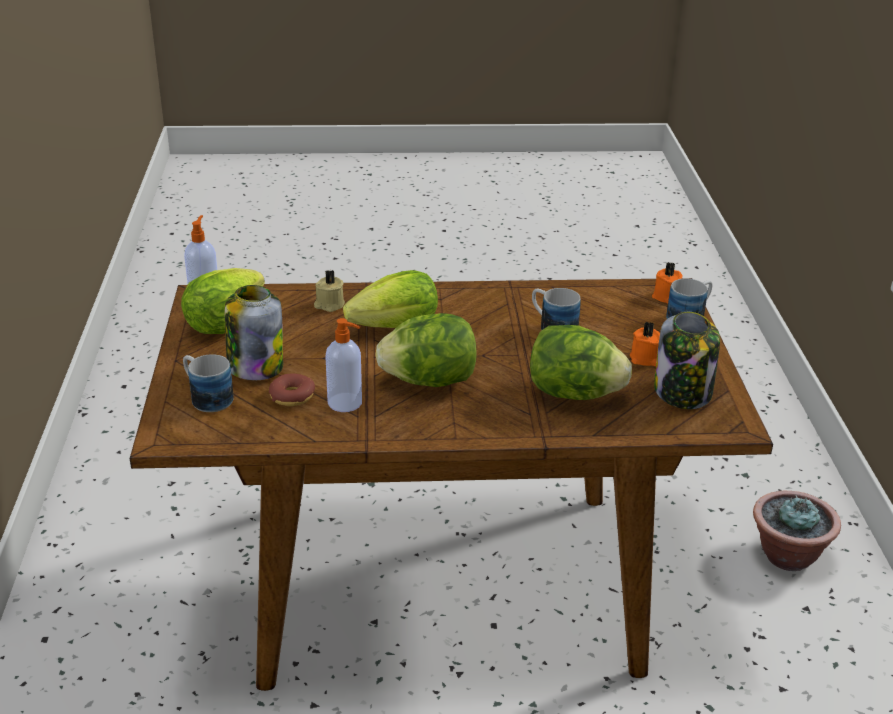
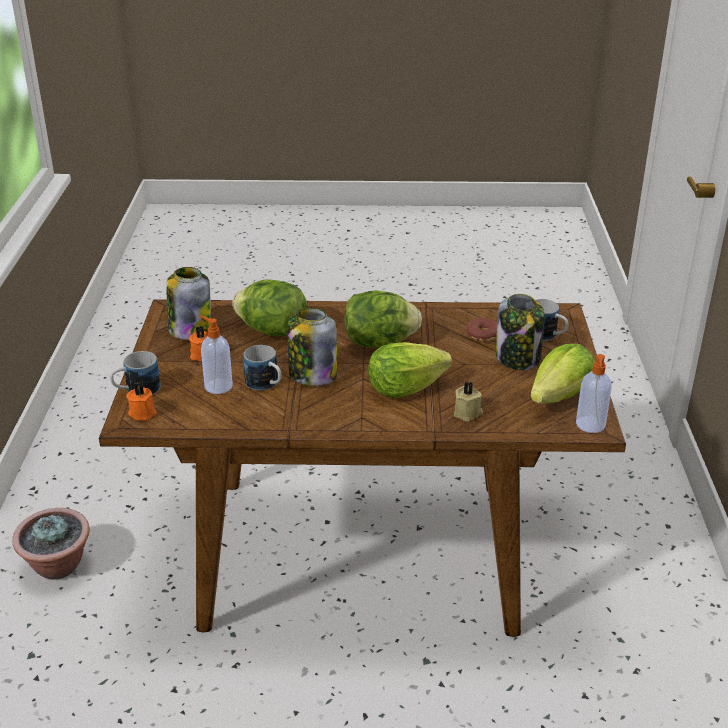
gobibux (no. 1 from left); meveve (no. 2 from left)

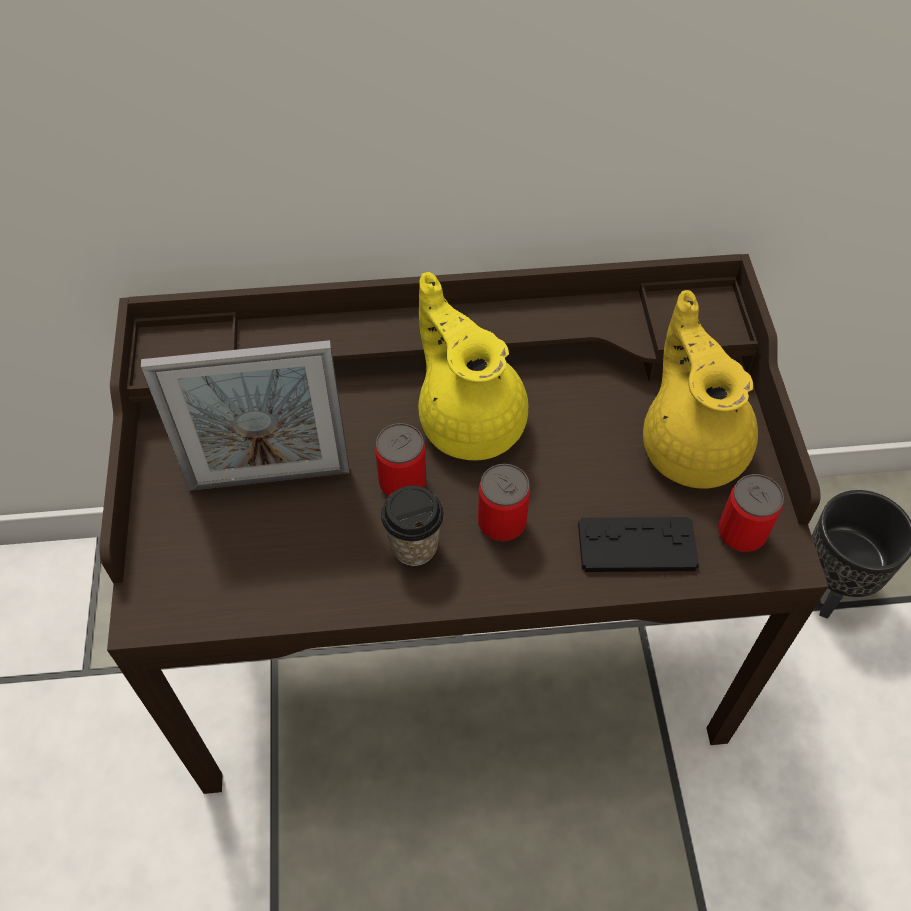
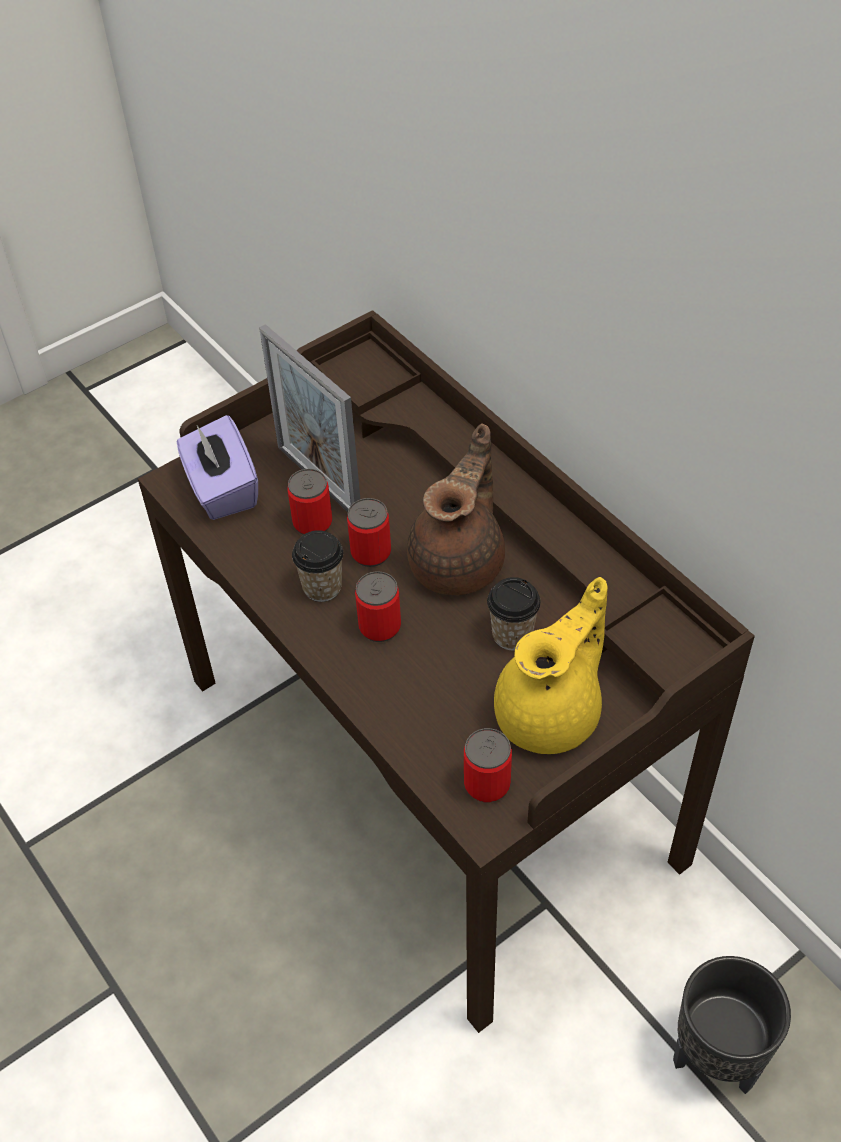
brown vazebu; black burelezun; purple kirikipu; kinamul (no. 1 from left); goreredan (no. 2 from left)

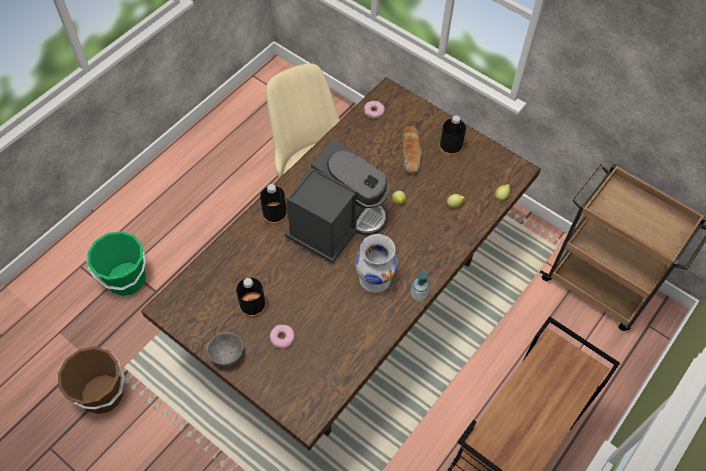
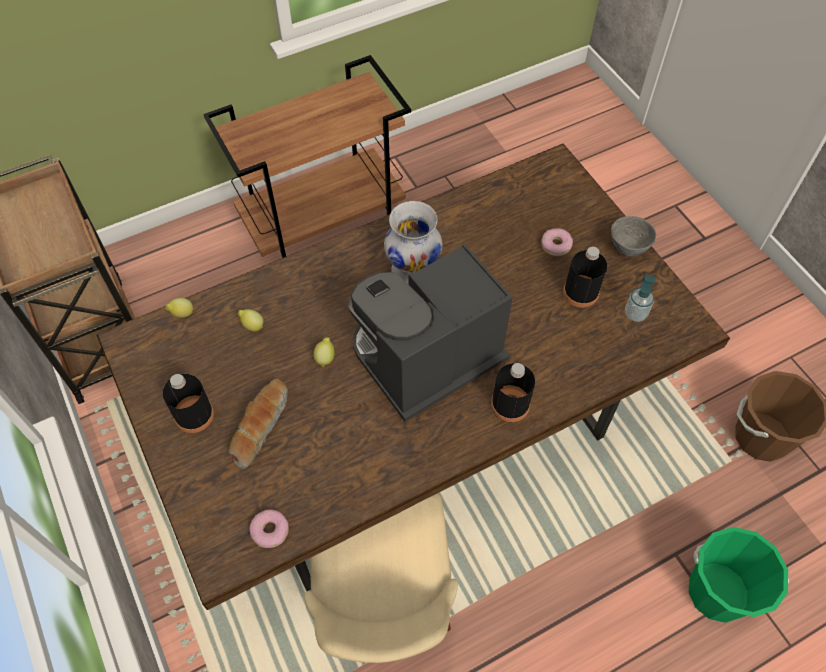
gobibux

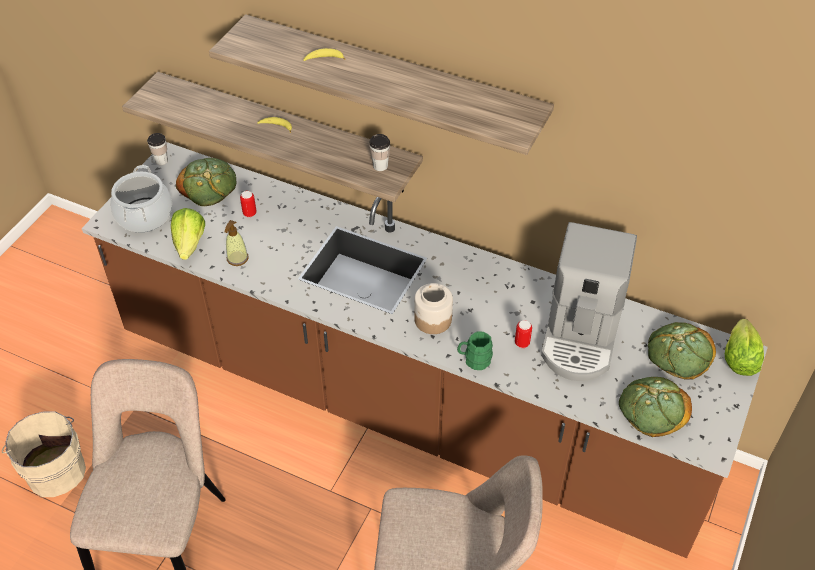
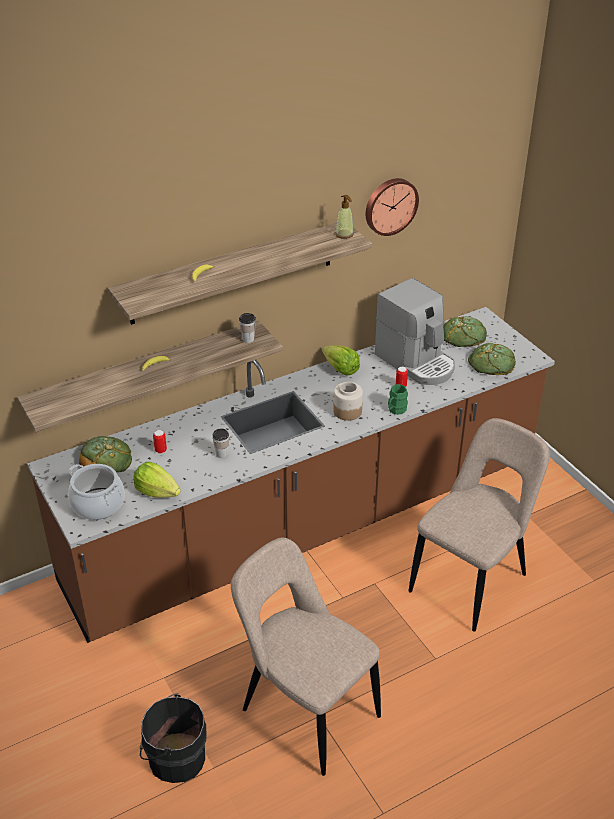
goreredan (no. 1 from left); gobibux; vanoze (no. 2 from left); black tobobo; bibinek

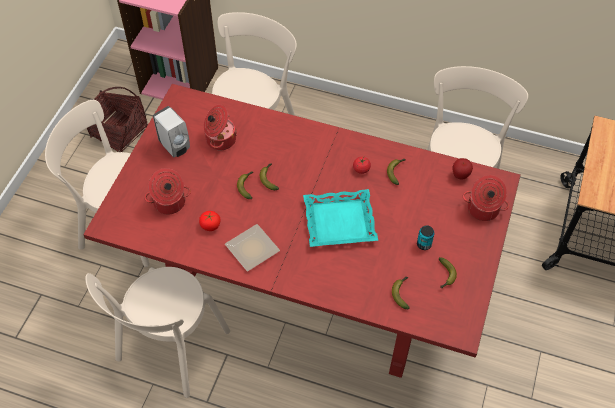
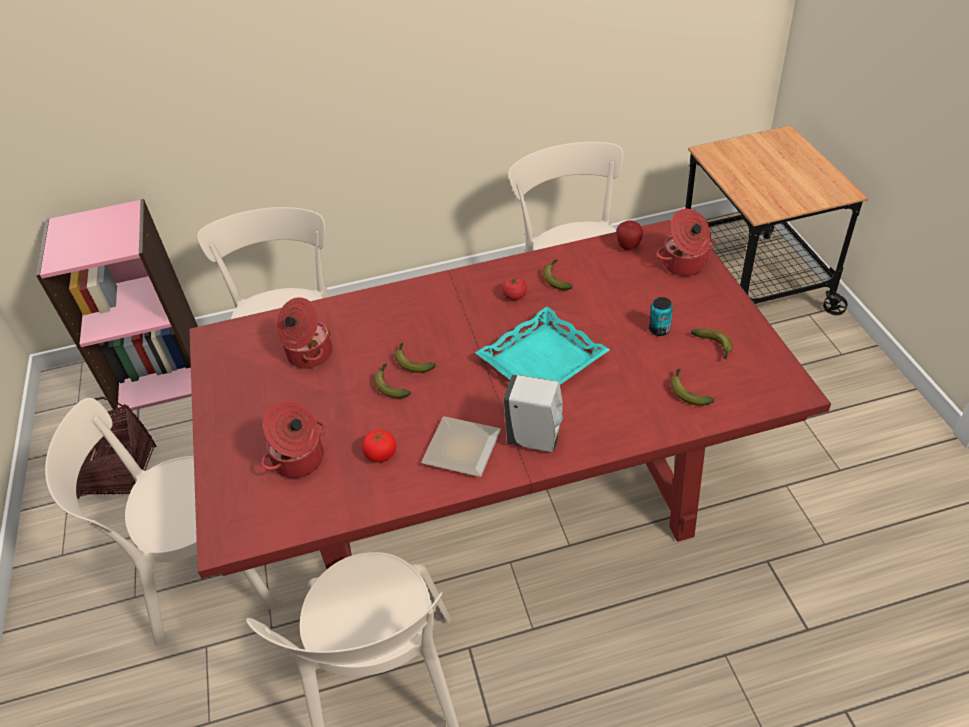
white gobibux

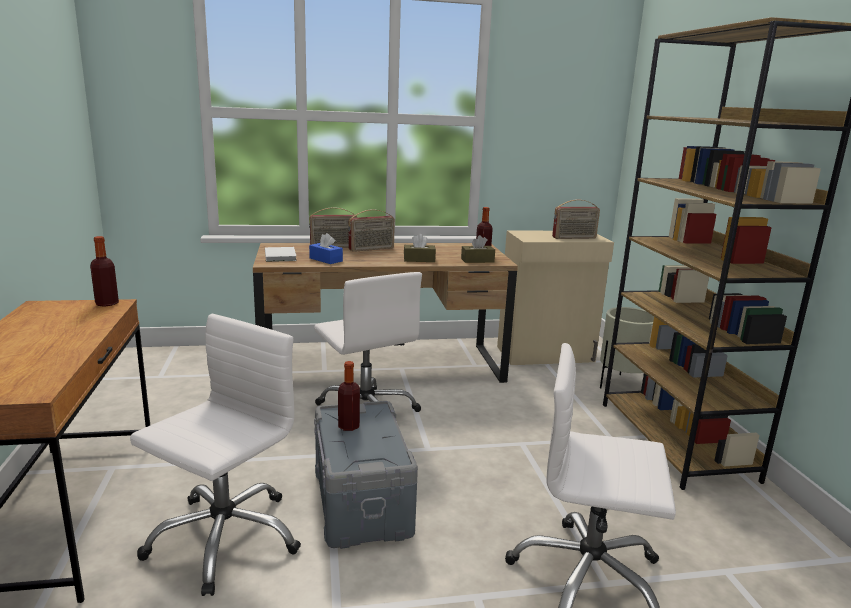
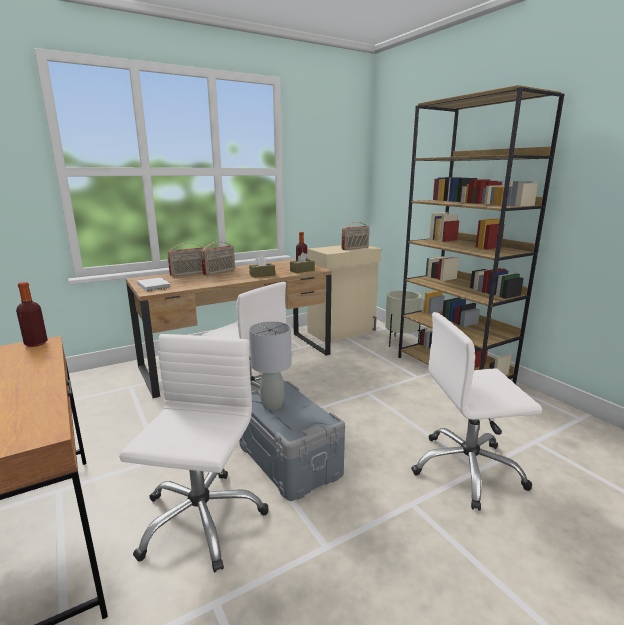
blue kirikipu; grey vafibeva

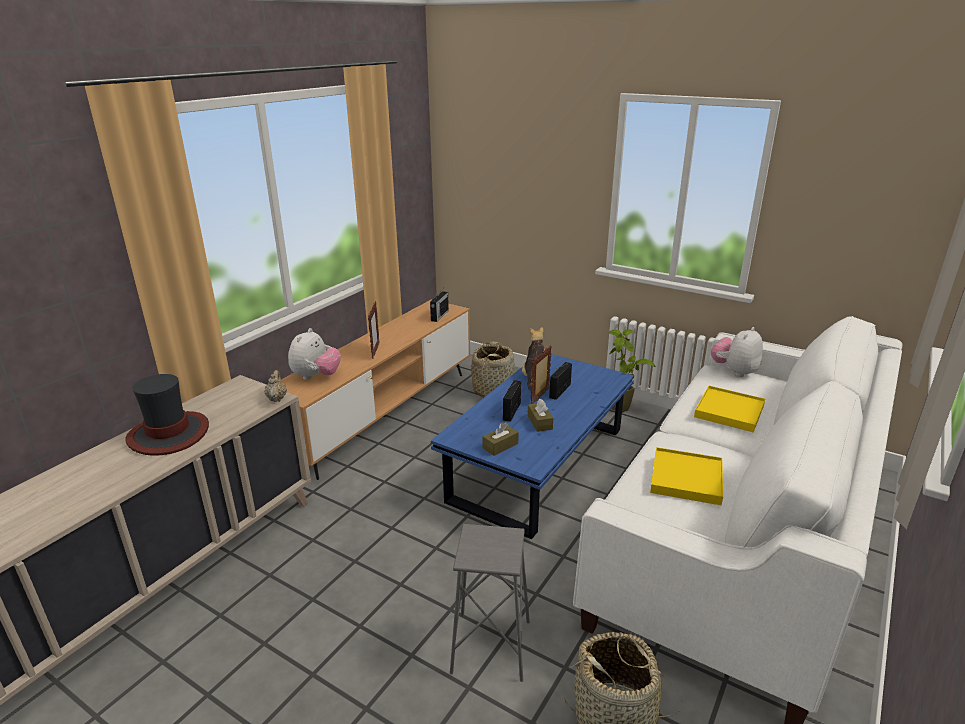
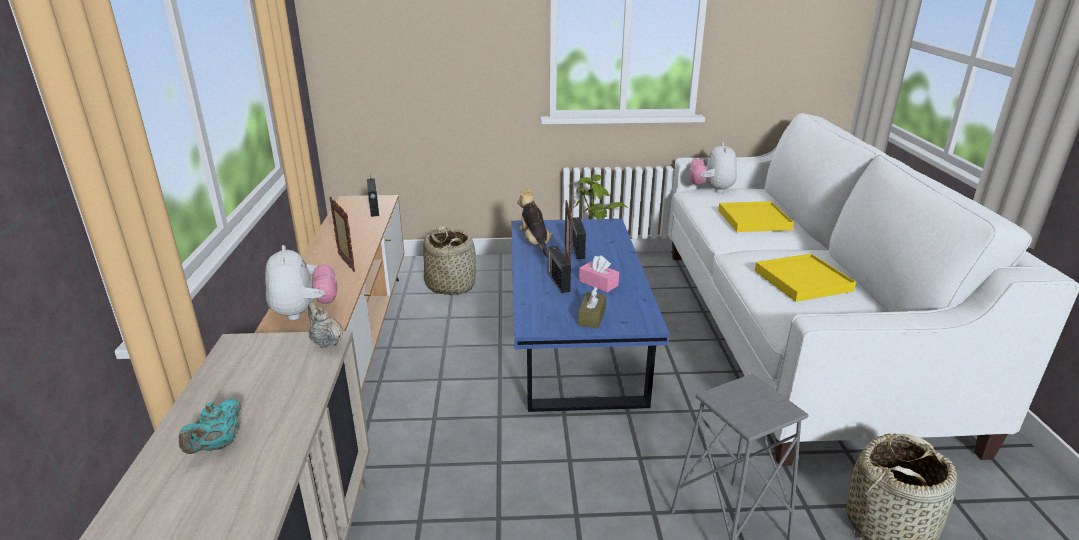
turquoise vazebu; pink kirikipu

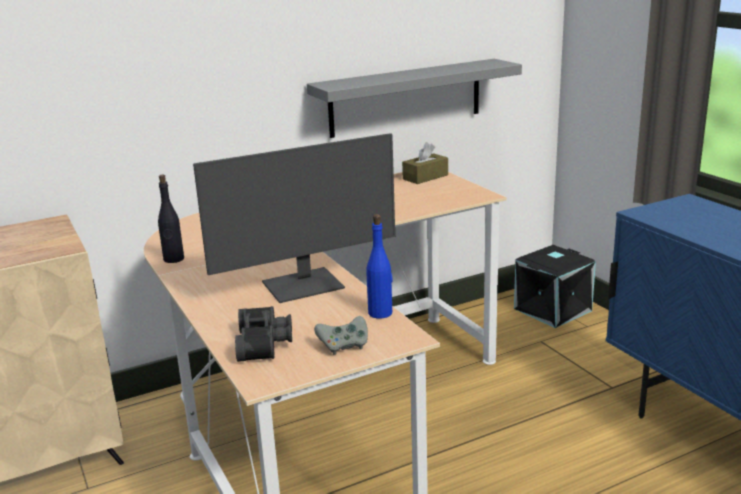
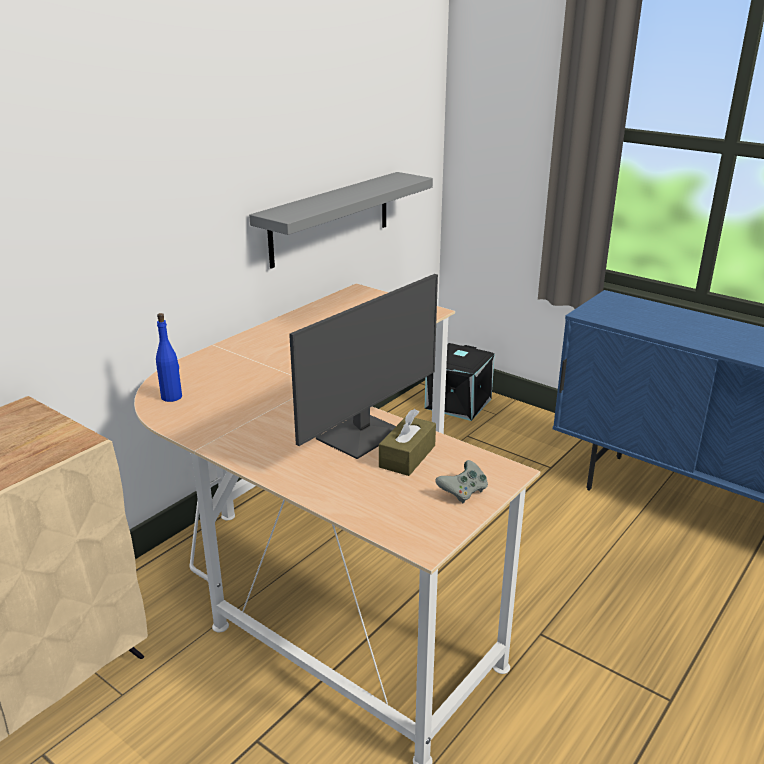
brown kirikipu; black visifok; blue visifok; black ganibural

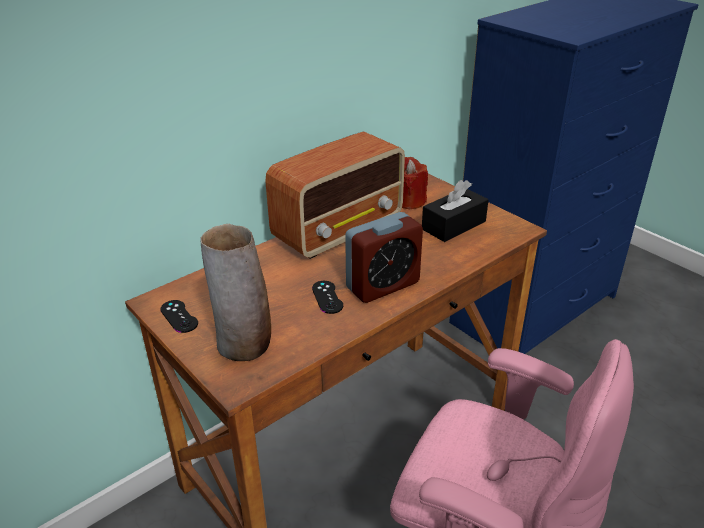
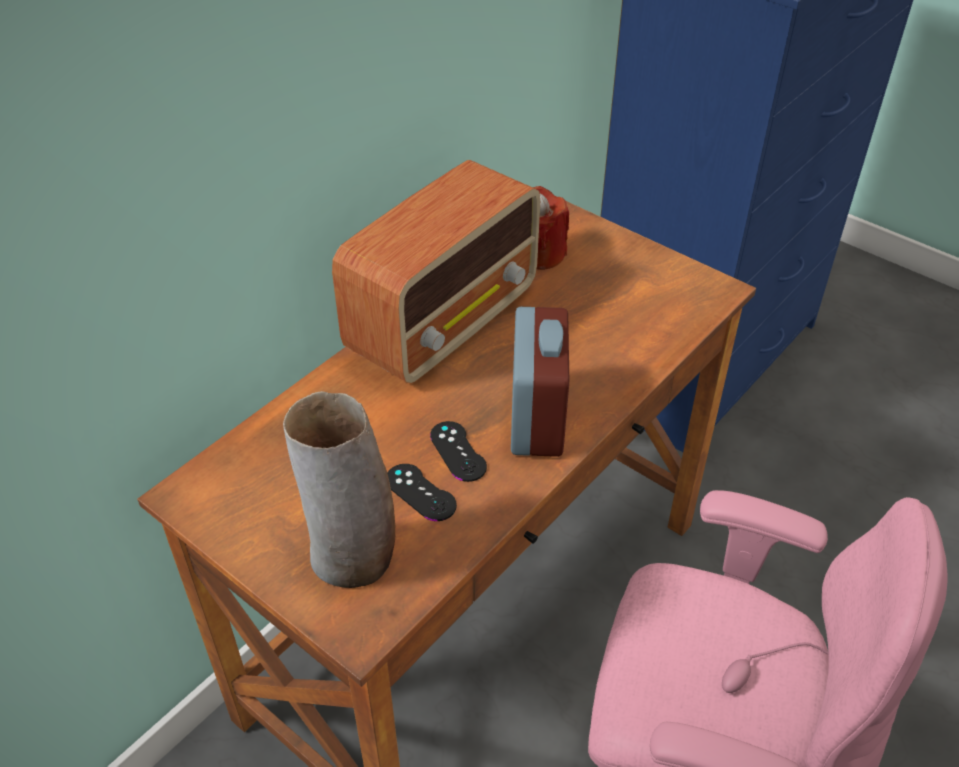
black kirikipu; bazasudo; black burelezun (no. 1 from left)

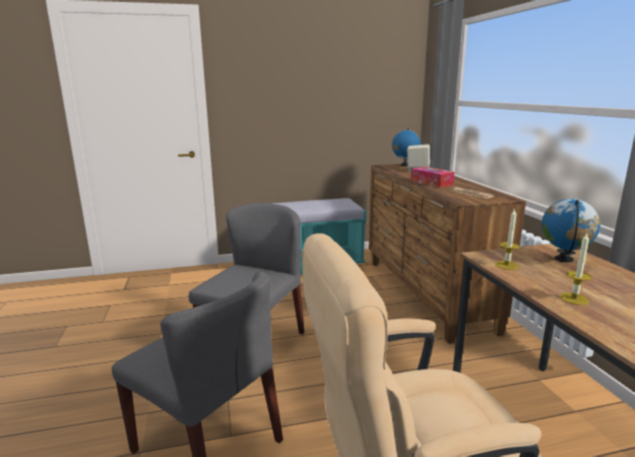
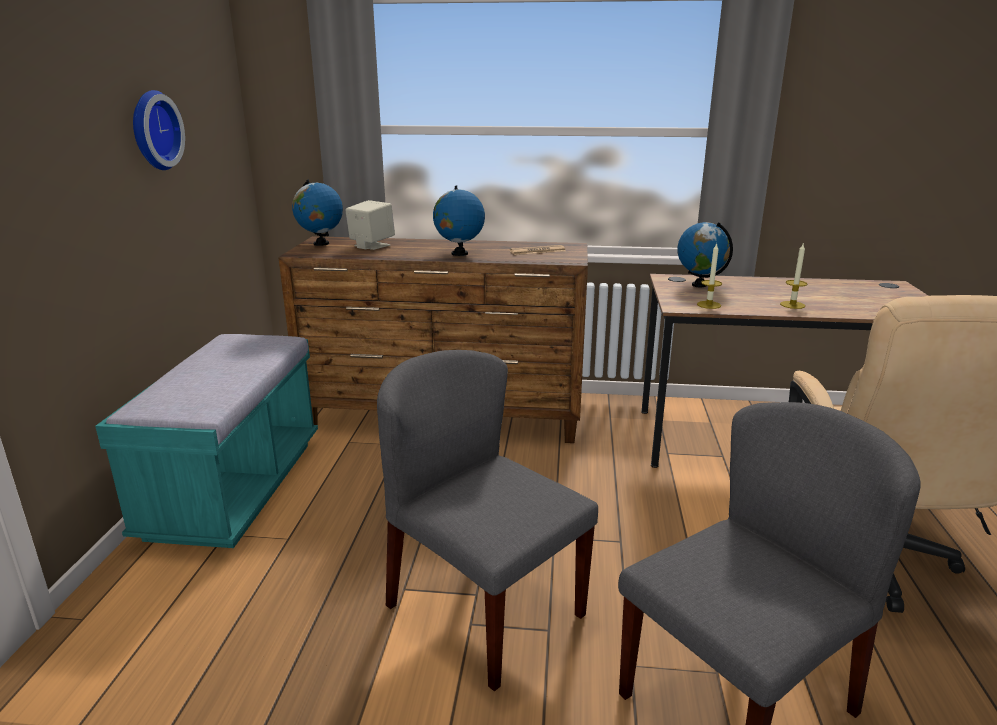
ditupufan (no. 2 from left); bibinek

